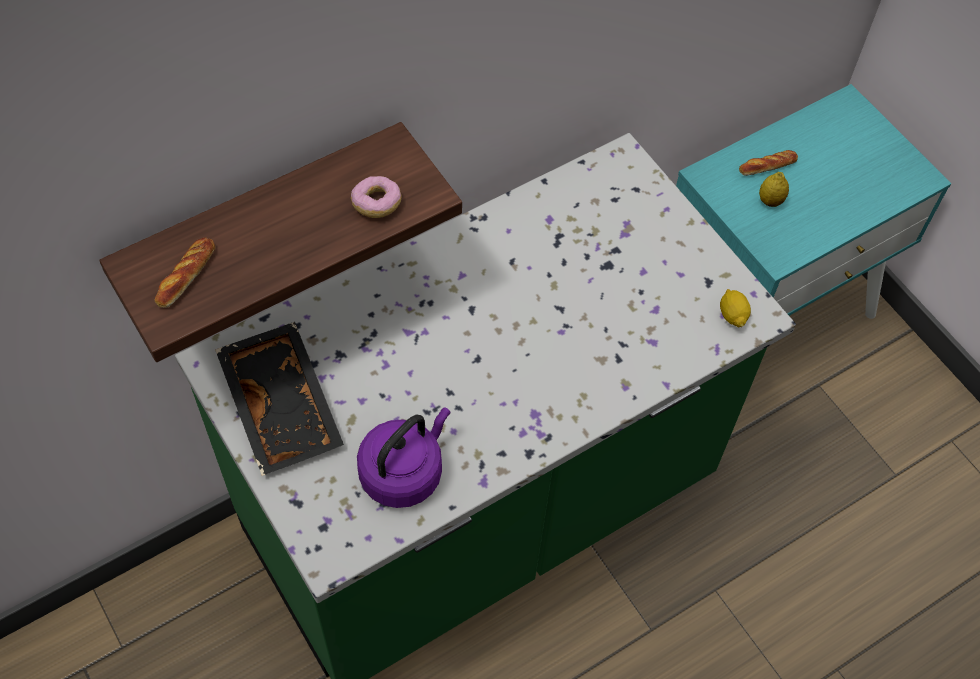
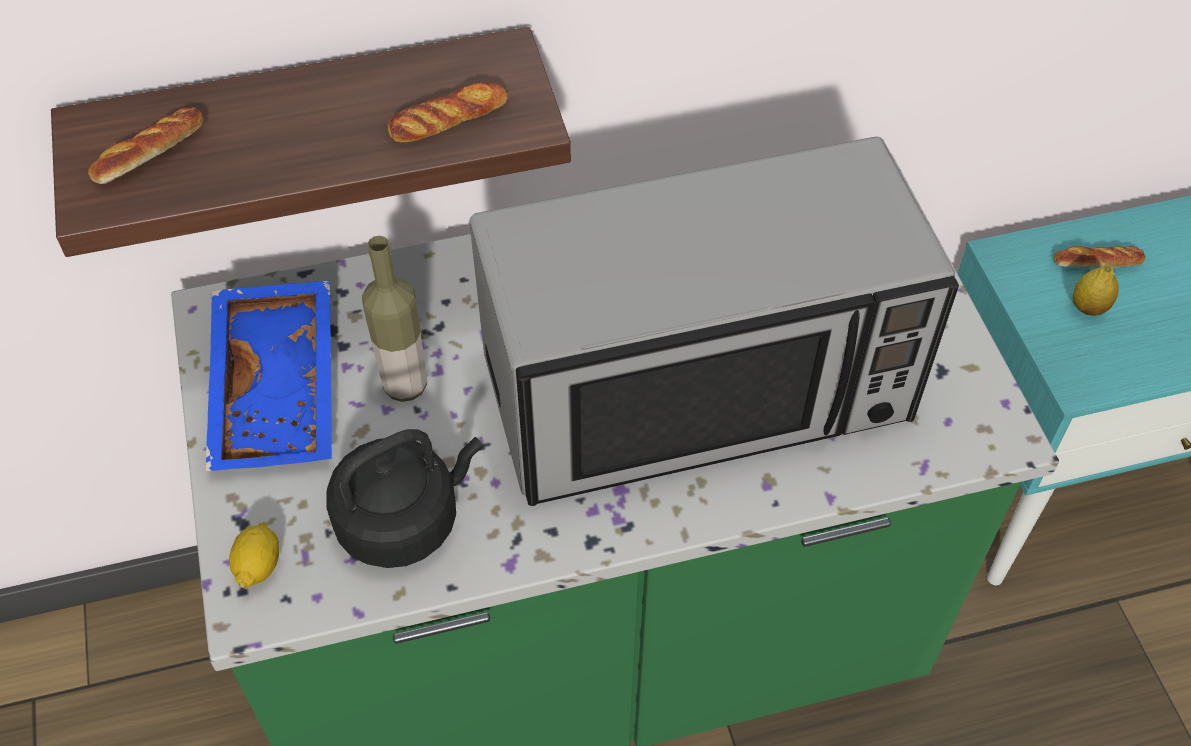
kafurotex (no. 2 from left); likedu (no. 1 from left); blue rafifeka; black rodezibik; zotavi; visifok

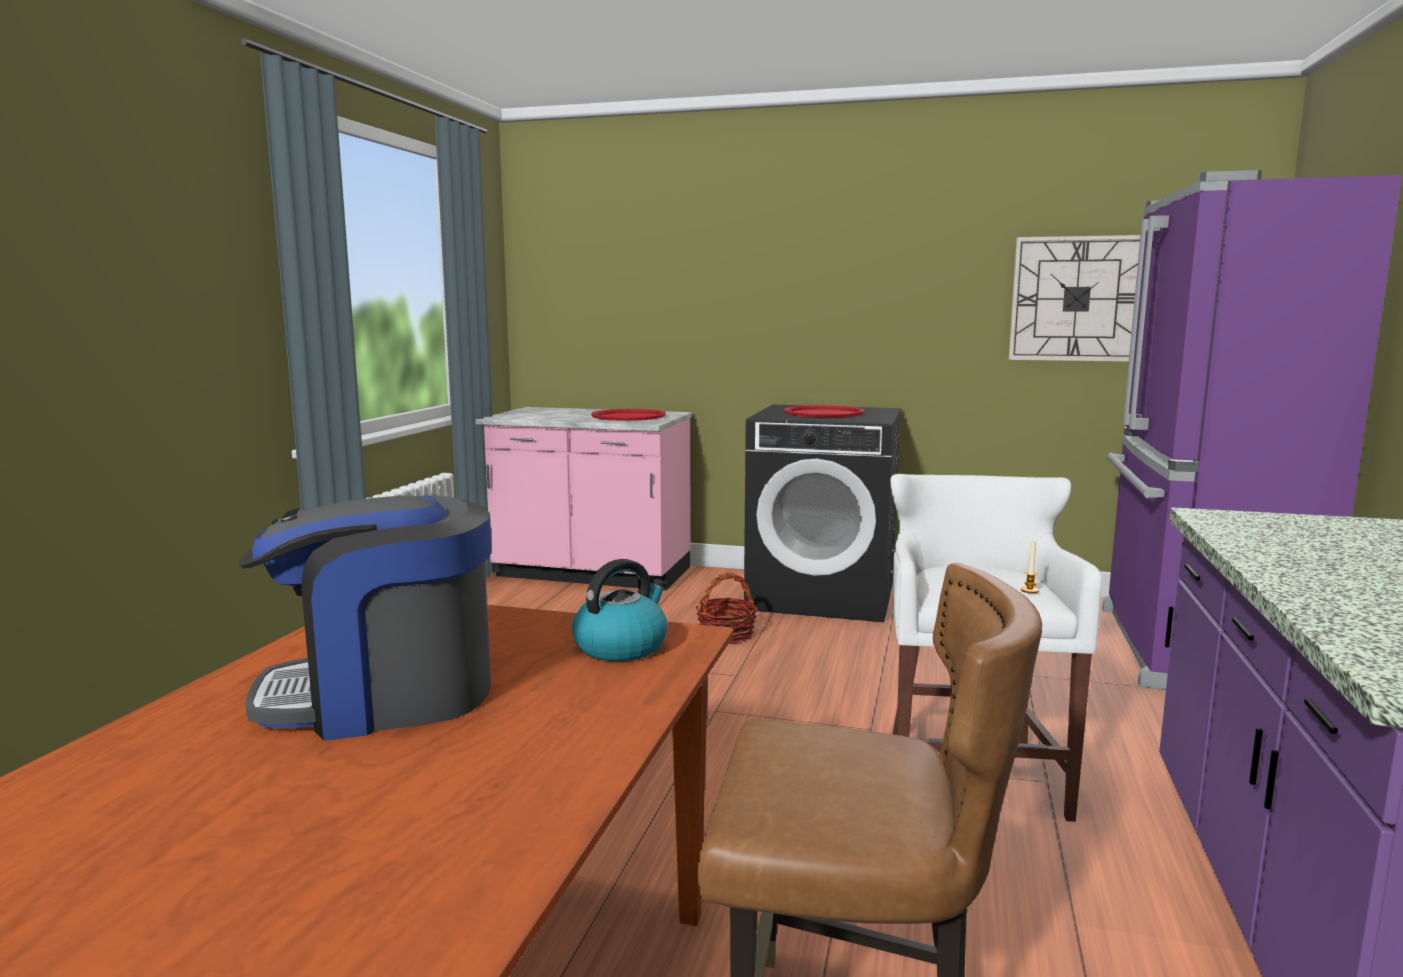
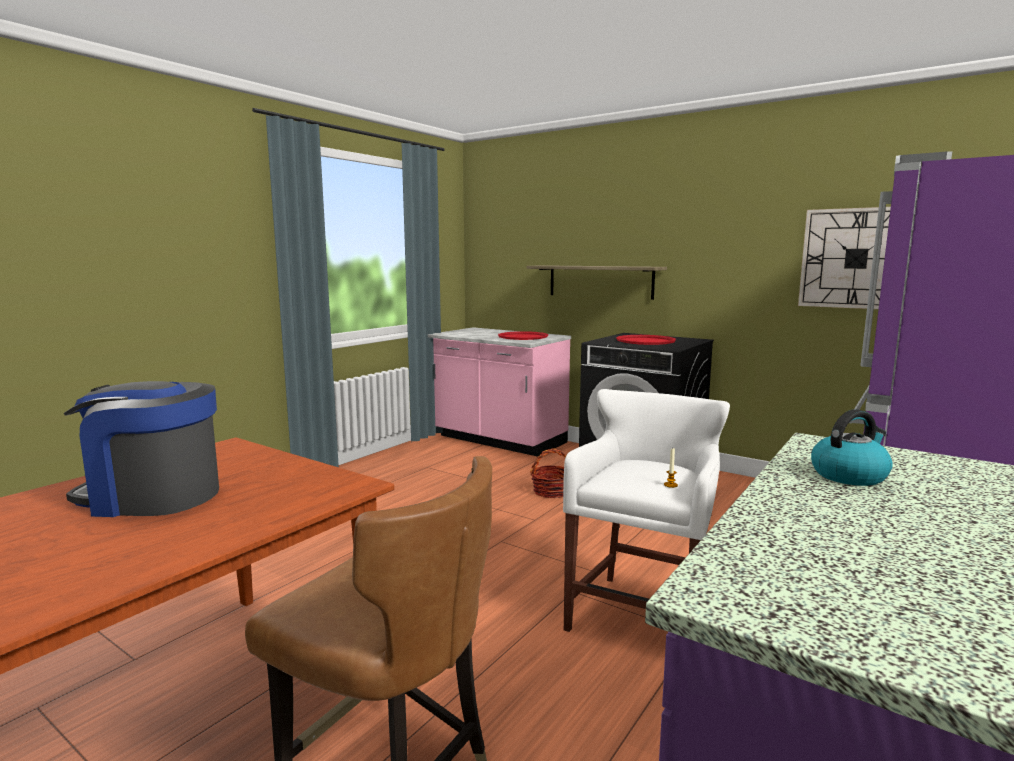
rodezibik; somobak

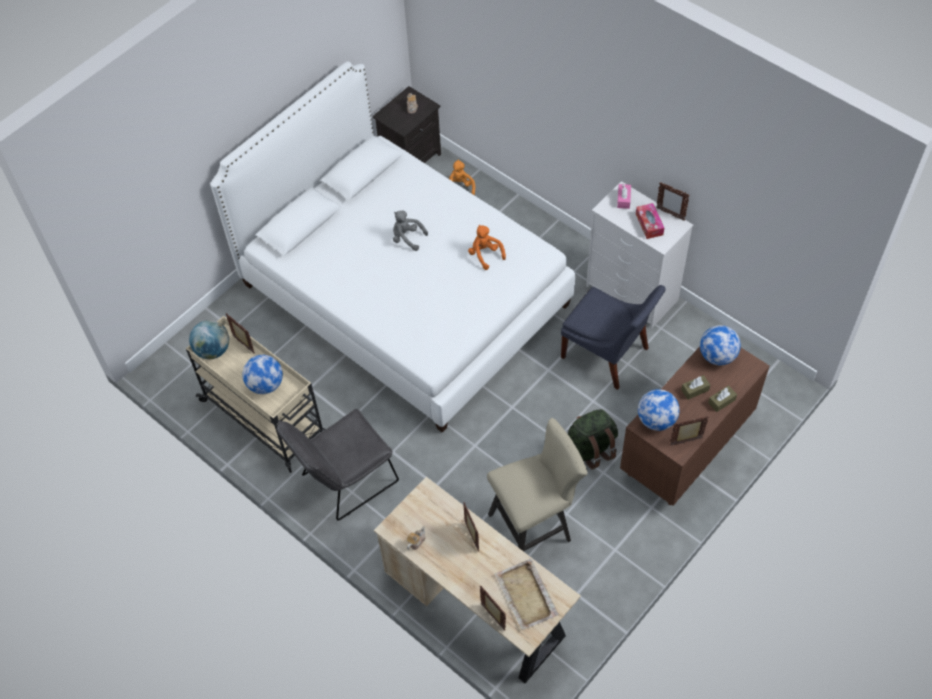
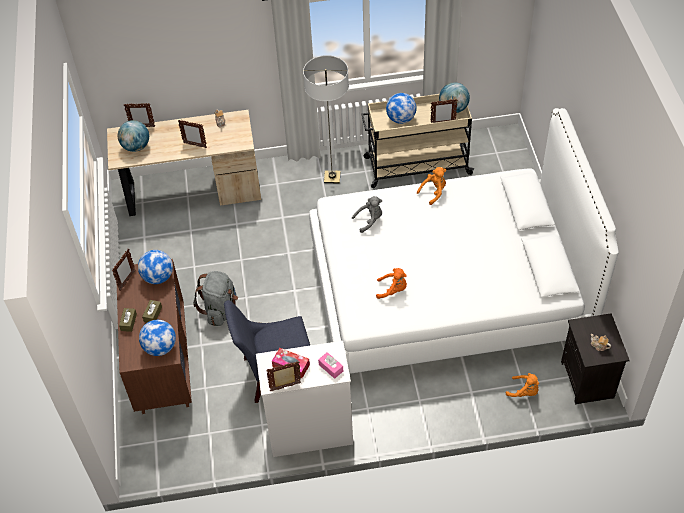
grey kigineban; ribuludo; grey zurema; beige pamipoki; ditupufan (no. 1 from left); orange kigineban (no. 2 from left)

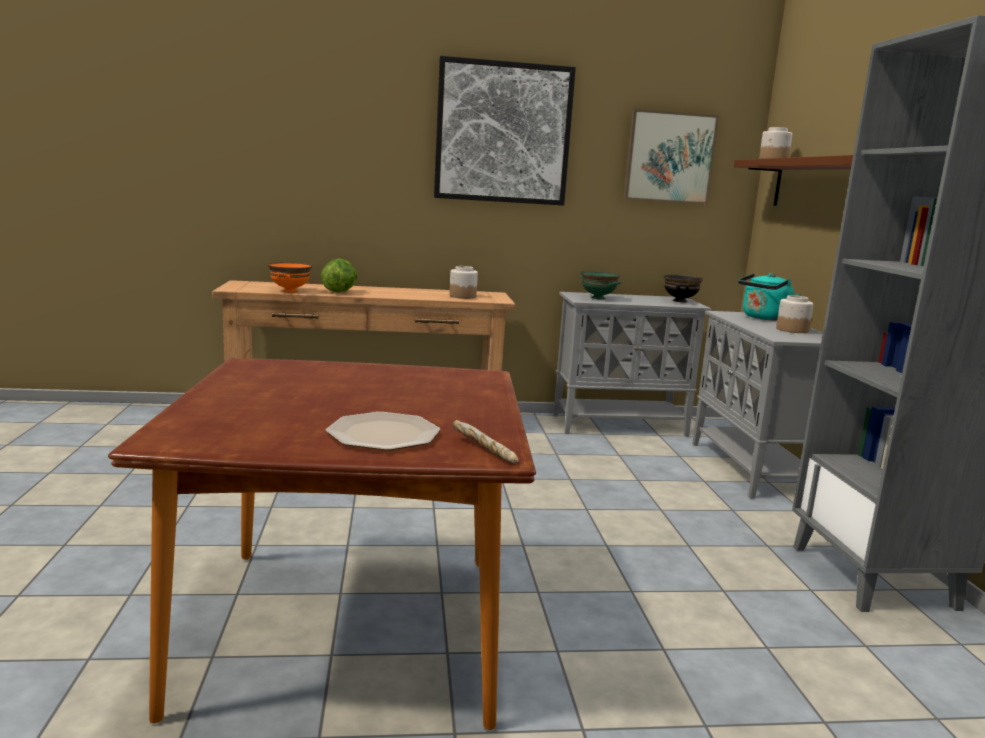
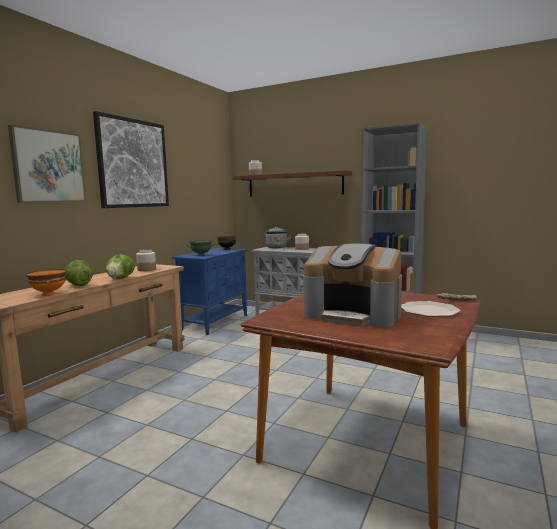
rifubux (no. 1 from left); grey rodezibik; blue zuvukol; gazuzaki; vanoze (no. 2 from left)

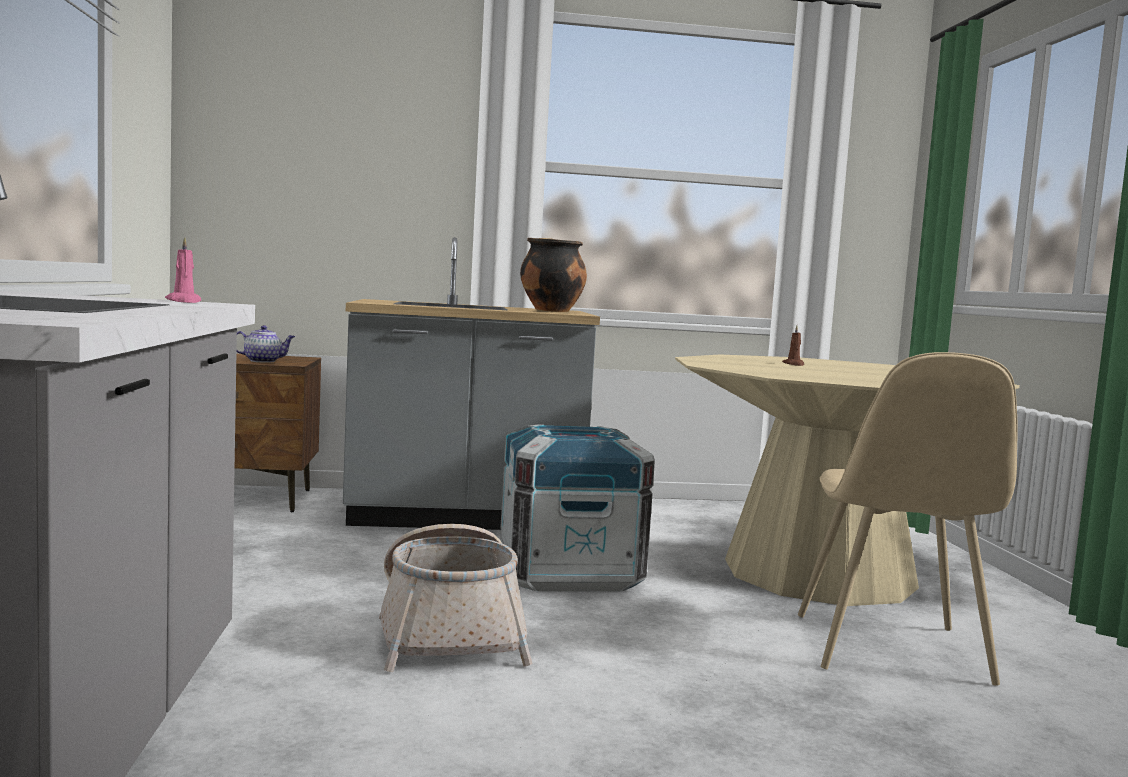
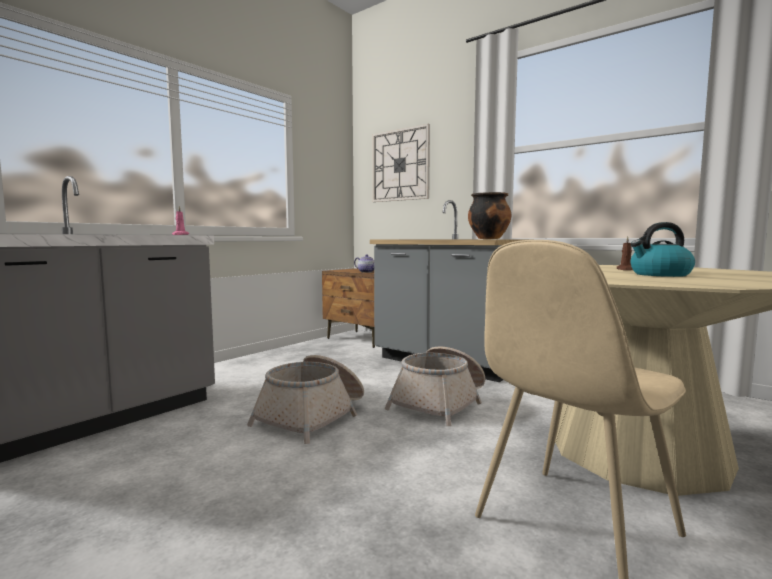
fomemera (no. 2 from left); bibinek; rodezibik

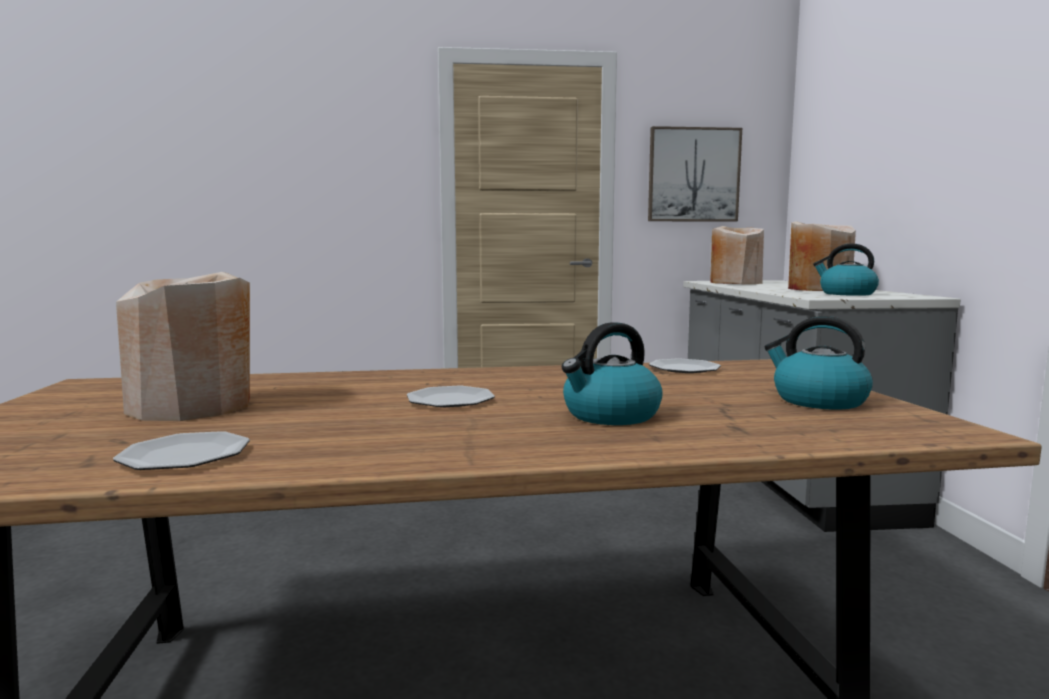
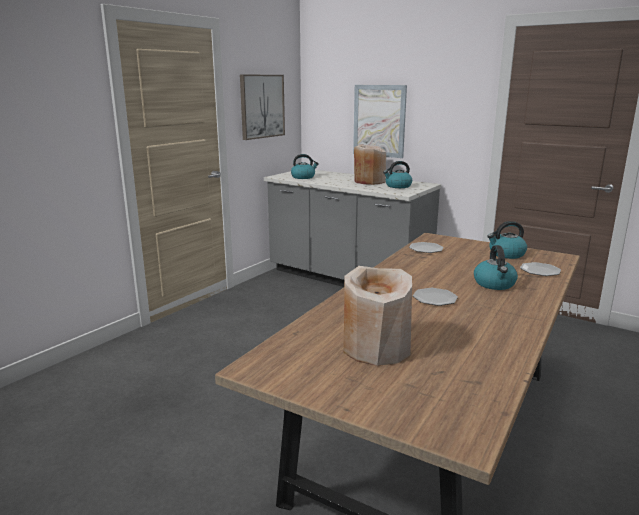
rodezibik (no. 1 from left); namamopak (no. 3 from left); rifubux (no. 2 from left)

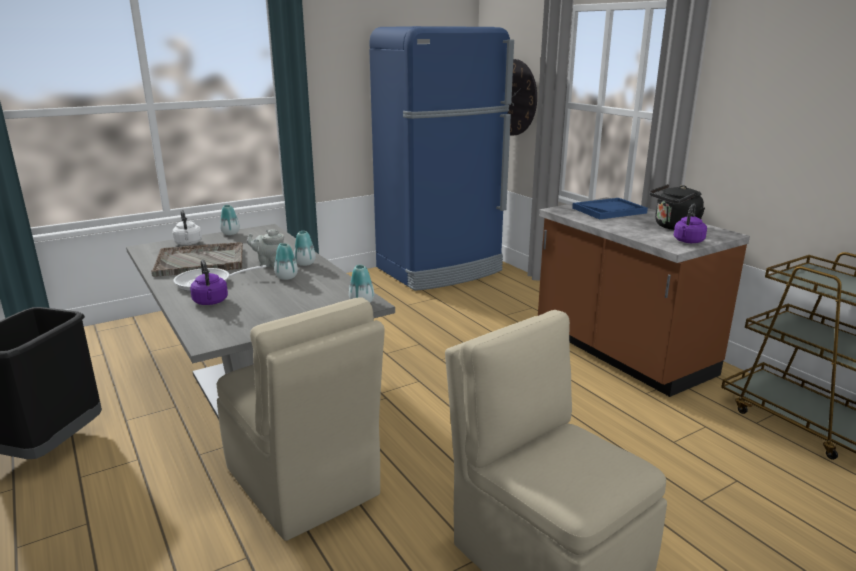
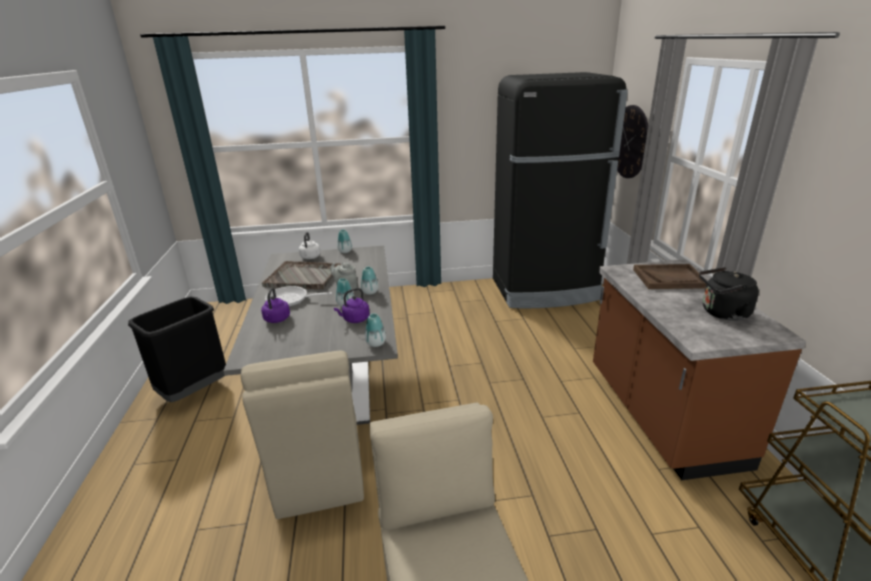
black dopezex; brown rafifeka; purple rodezibik (no. 2 from left)

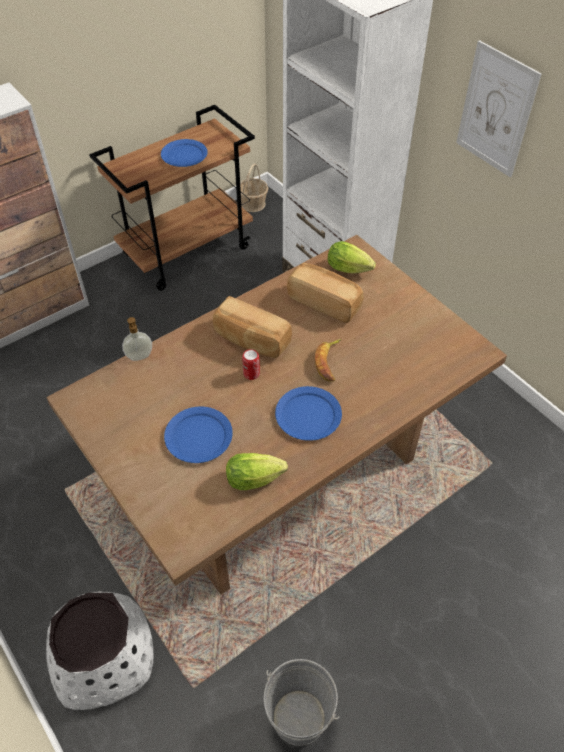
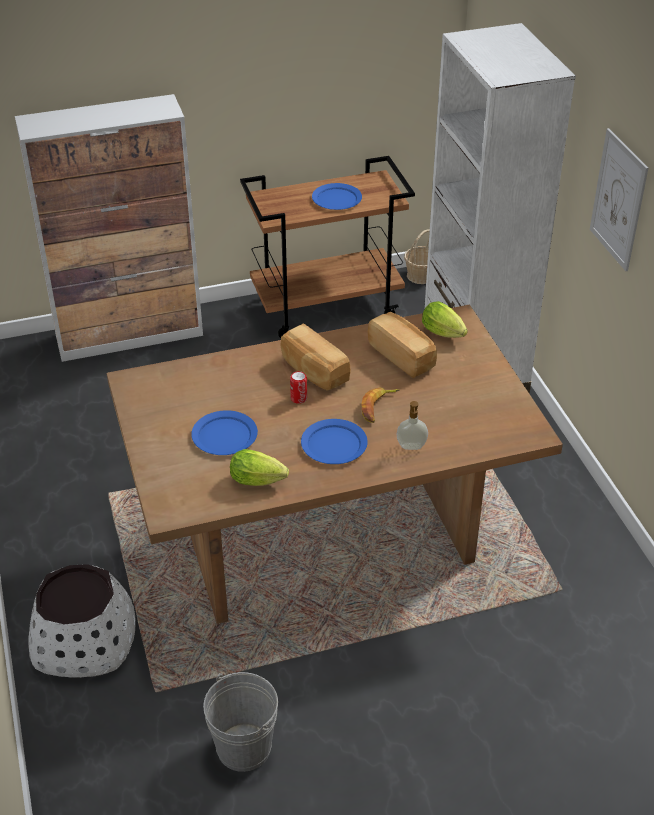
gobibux

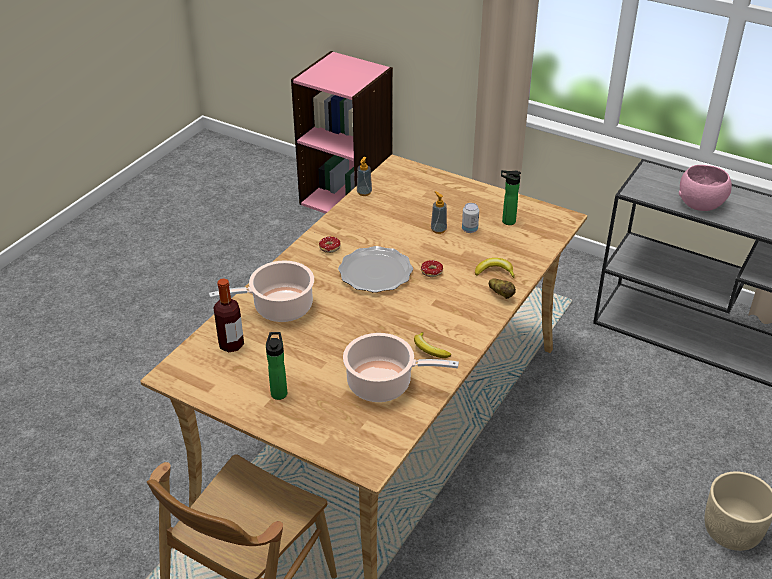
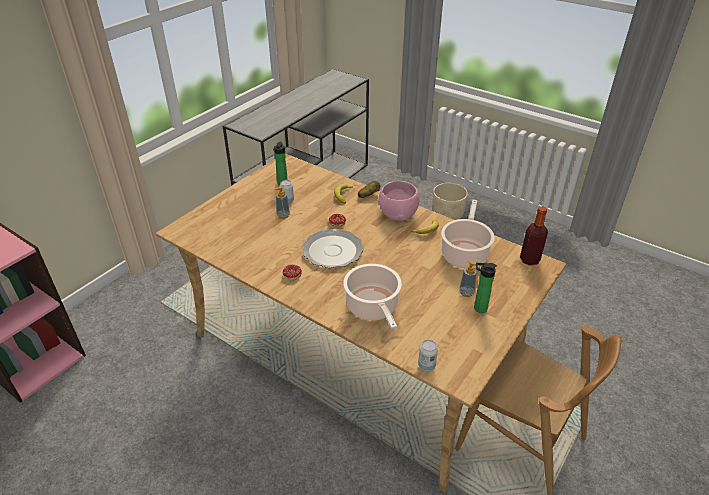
gobibux (no. 2 from left); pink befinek; visifok (no. 3 from left); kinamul (no. 2 from left)

